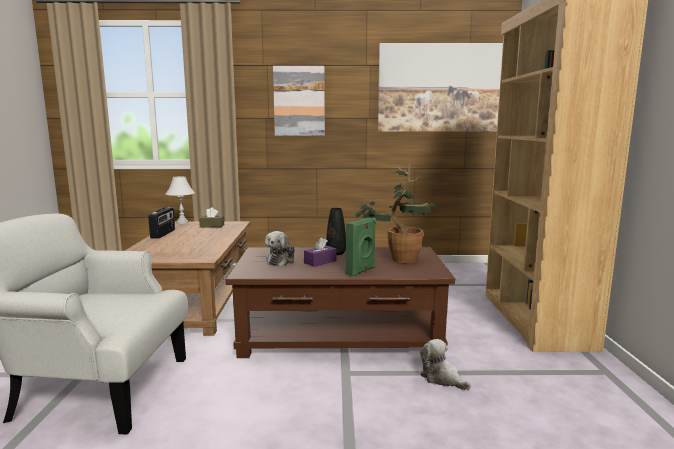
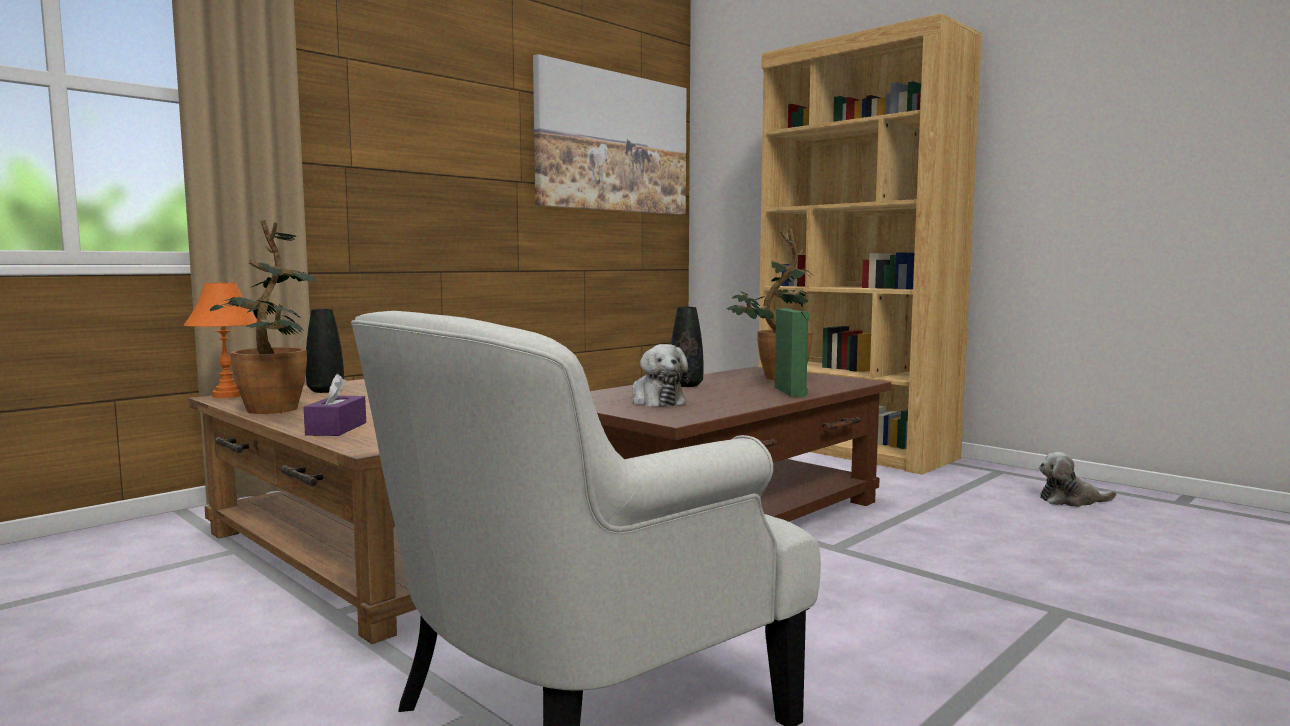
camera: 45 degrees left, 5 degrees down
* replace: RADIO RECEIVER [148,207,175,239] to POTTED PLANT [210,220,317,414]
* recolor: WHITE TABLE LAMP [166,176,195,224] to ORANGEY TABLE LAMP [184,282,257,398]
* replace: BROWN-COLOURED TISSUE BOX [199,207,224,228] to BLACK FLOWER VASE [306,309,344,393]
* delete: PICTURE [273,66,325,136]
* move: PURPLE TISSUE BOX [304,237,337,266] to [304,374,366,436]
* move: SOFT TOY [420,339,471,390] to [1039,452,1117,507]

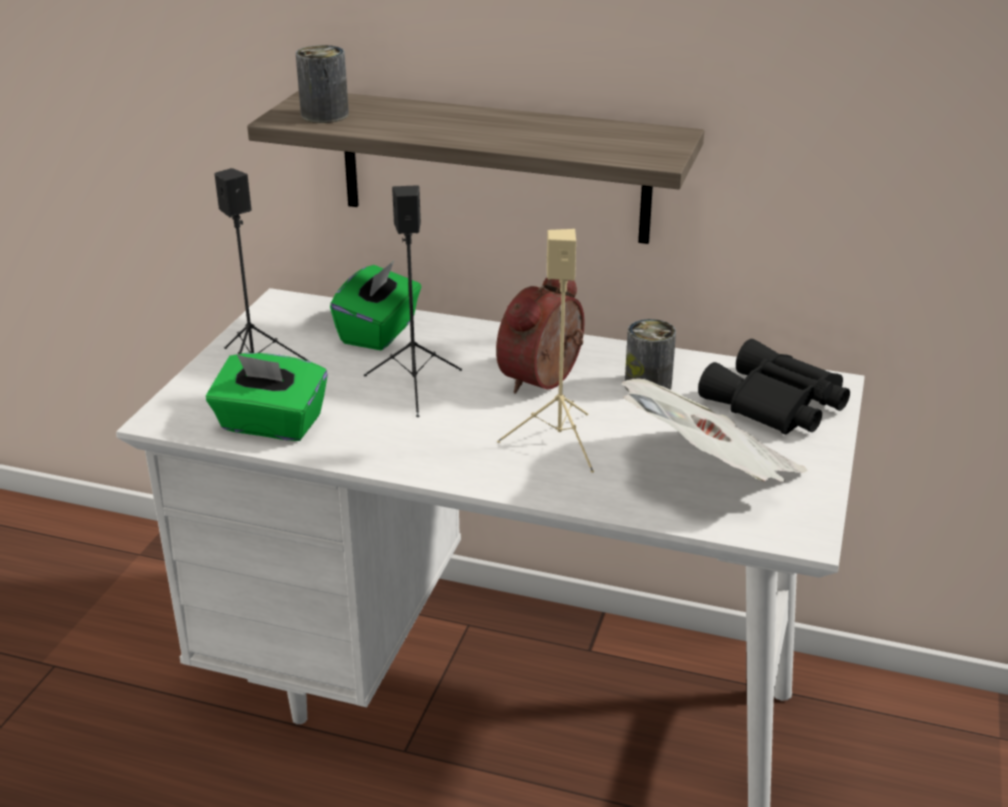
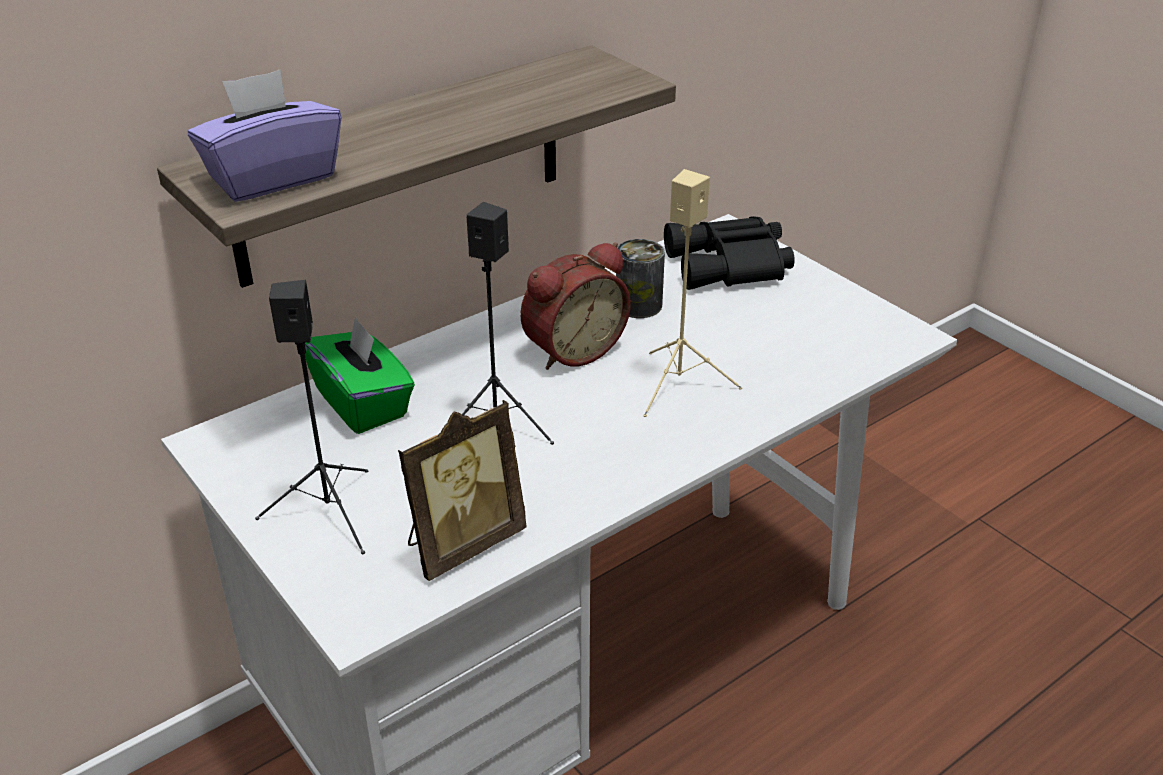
camera: 55 degrees left, 5 degrees up
* replace: GREEN TISSUE BOX [206,353,328,441] to STANDING FRAME [398,400,527,581]
* replace: METAL CAN [296,45,349,123] to PURPLE TISSUE BOX [188,70,341,202]
* rotate: TABLE CLOCK [496,278,585,394] = [520,242,631,370] 105 degrees counterclockwise
* delete: DAILY PAPER [622,378,807,482]

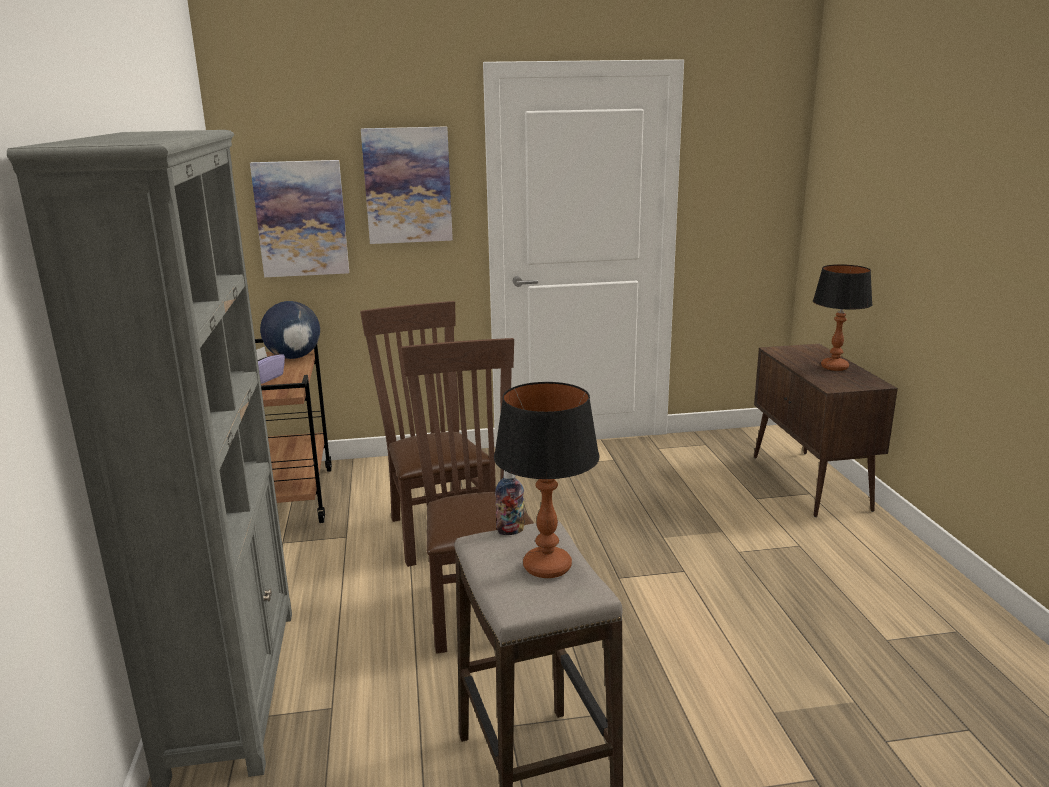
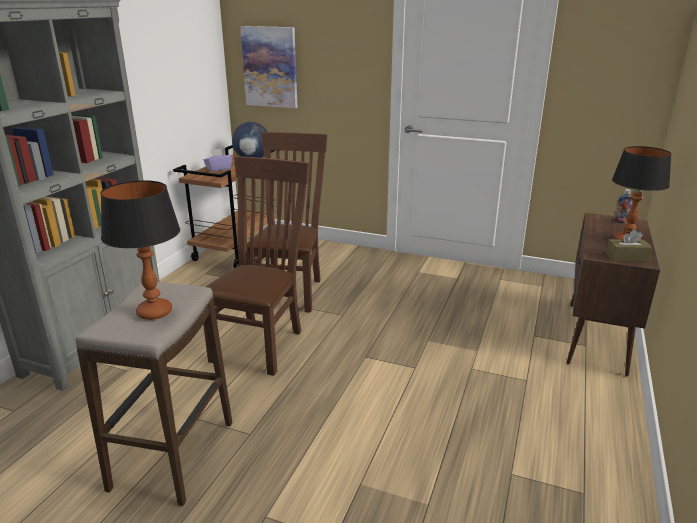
camera: 30 degrees right, 5 degrees up
* delete: PICTURE [361,126,453,244]
* move: BEVERAGE BOTTLE [495,471,525,535] to [614,189,633,224]
* insert: BROWN-COLOURED TISSUE BOX [606,230,652,262]

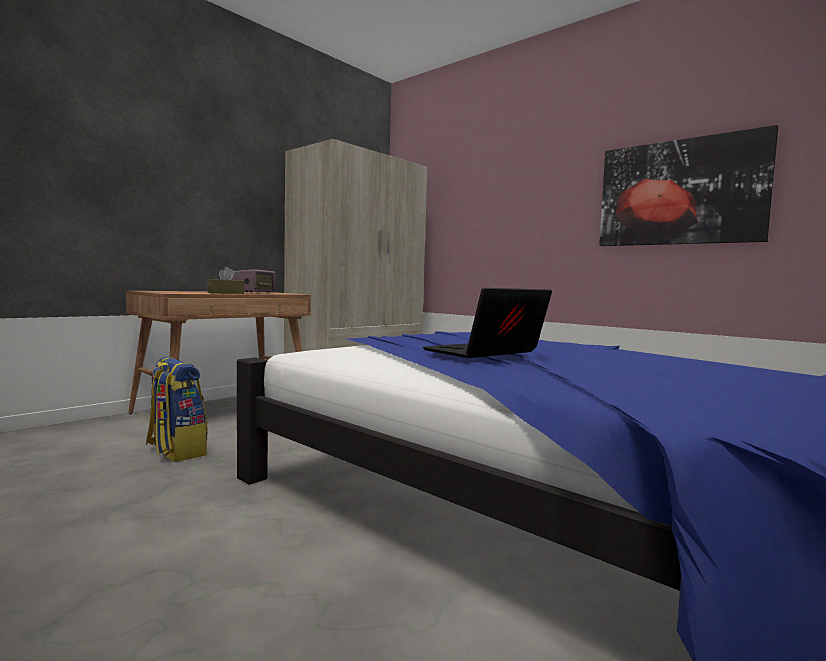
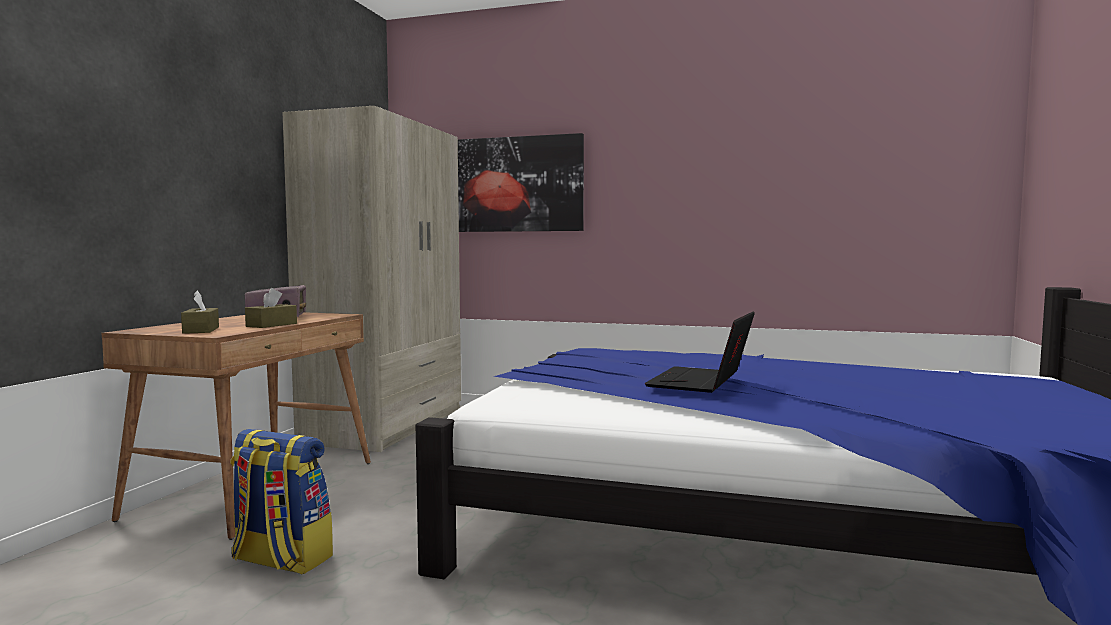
camera: 25 degrees left, 0 degrees up
* move: PICTURE [599,125,778,246] to [458,133,584,232]
* insert: BROWN-COLOURED TISSUE BOX [181,291,219,334]

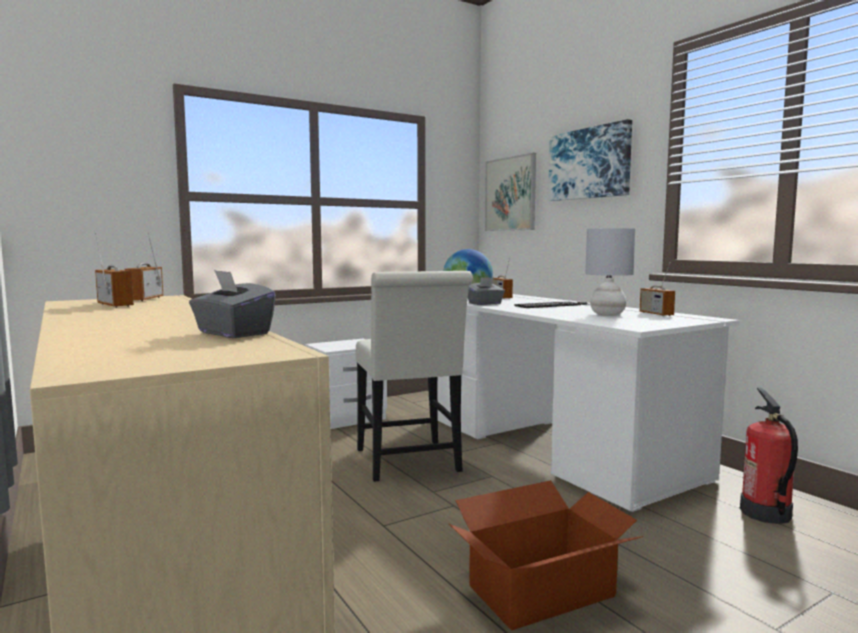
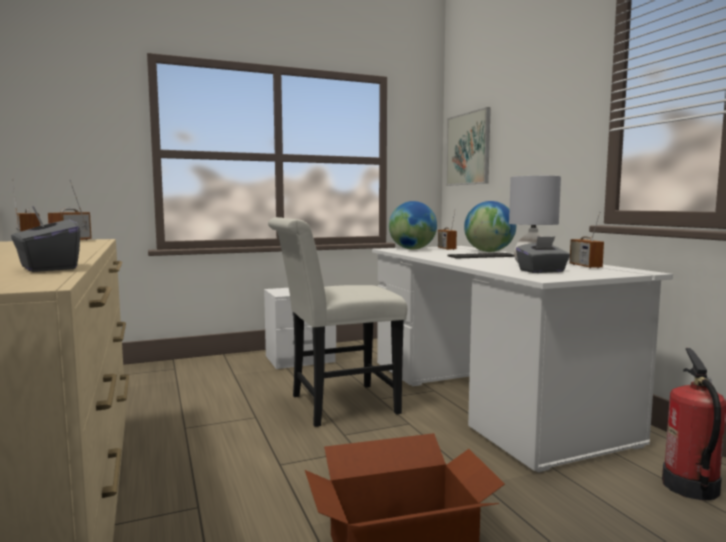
camera: 10 degrees right, 0 degrees up
* rotate: WHITE CHAIR [356,271,473,482] = [268,217,407,427] 75 degrees clockwise
* move: GRAY TISSUE BOX [468,277,505,305] to [516,236,570,273]
* delete: PICTURE [548,119,632,201]
* insert: GLOBE [464,201,516,252]

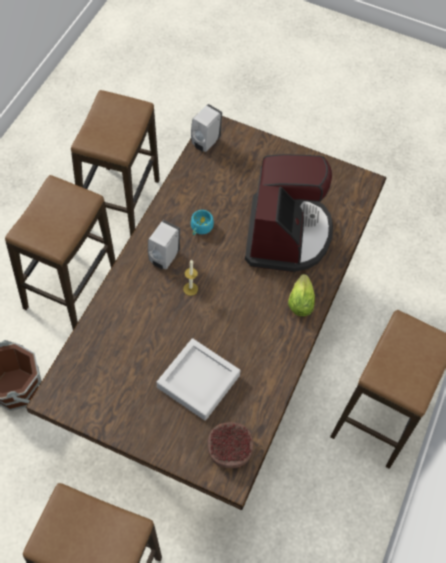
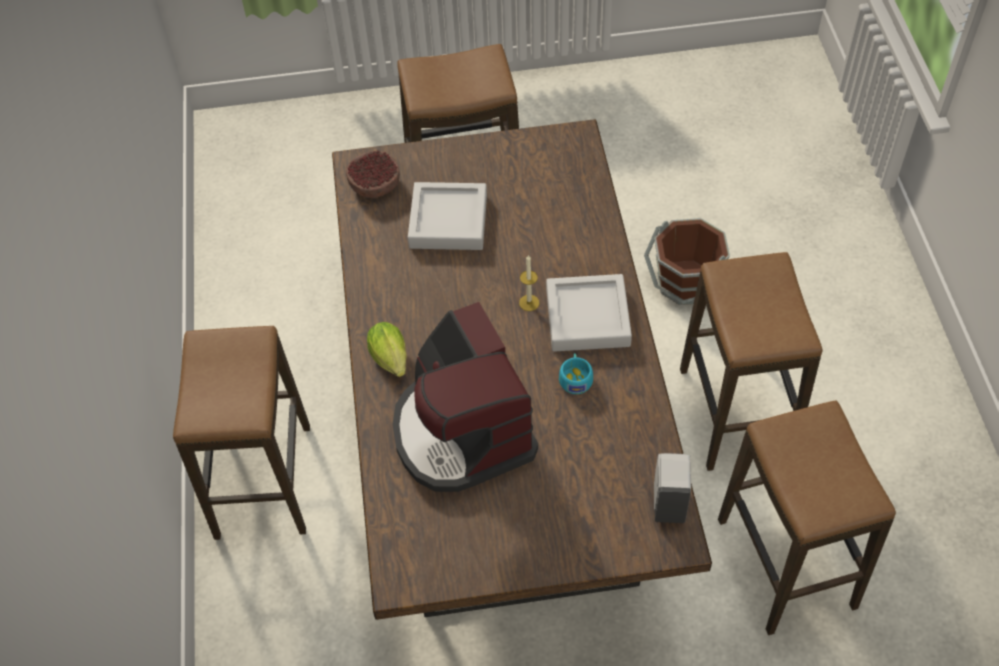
camera: 155 degrees right, 5 degrees down
* replace: WHITE SOAP BOTTLE [148,220,180,270] to GRAY SERVING TRAY [546,274,632,352]

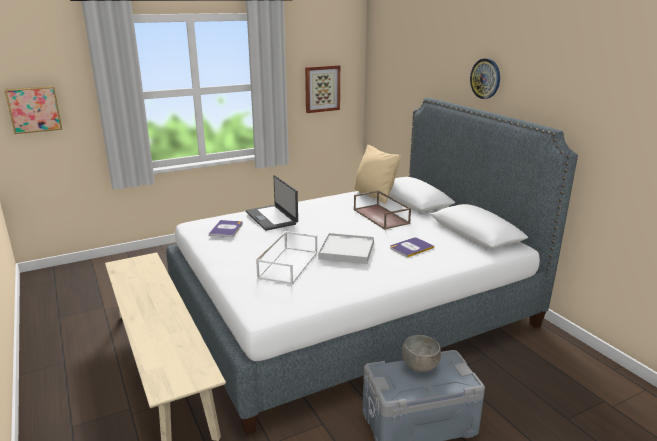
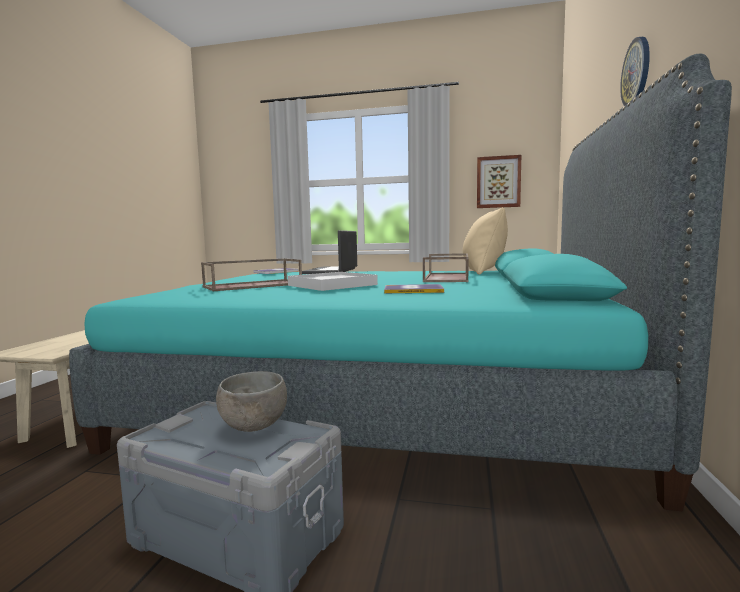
camera: 40 degrees right, 15 degrees down
* delete: PICTURE [4,86,62,134]
* recolor: WHITE BED [166,98,578,435] to TURQUOISE-COLOURED BED [69,54,732,511]
* recolor: WHITE SERVING TRAY [256,231,317,284] to BROWN-COLOURED SERVING TRAY [201,258,302,291]

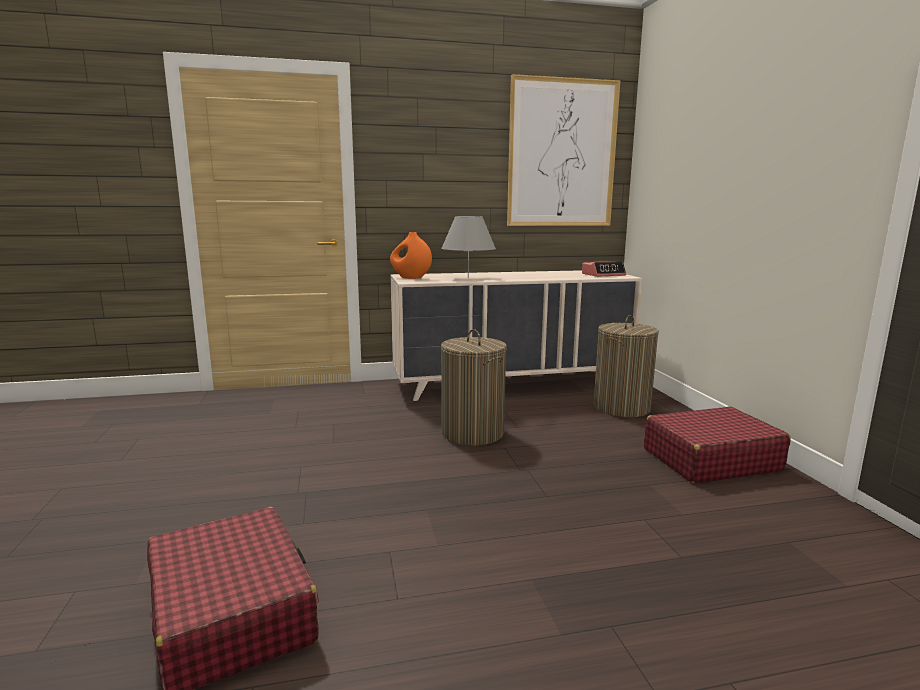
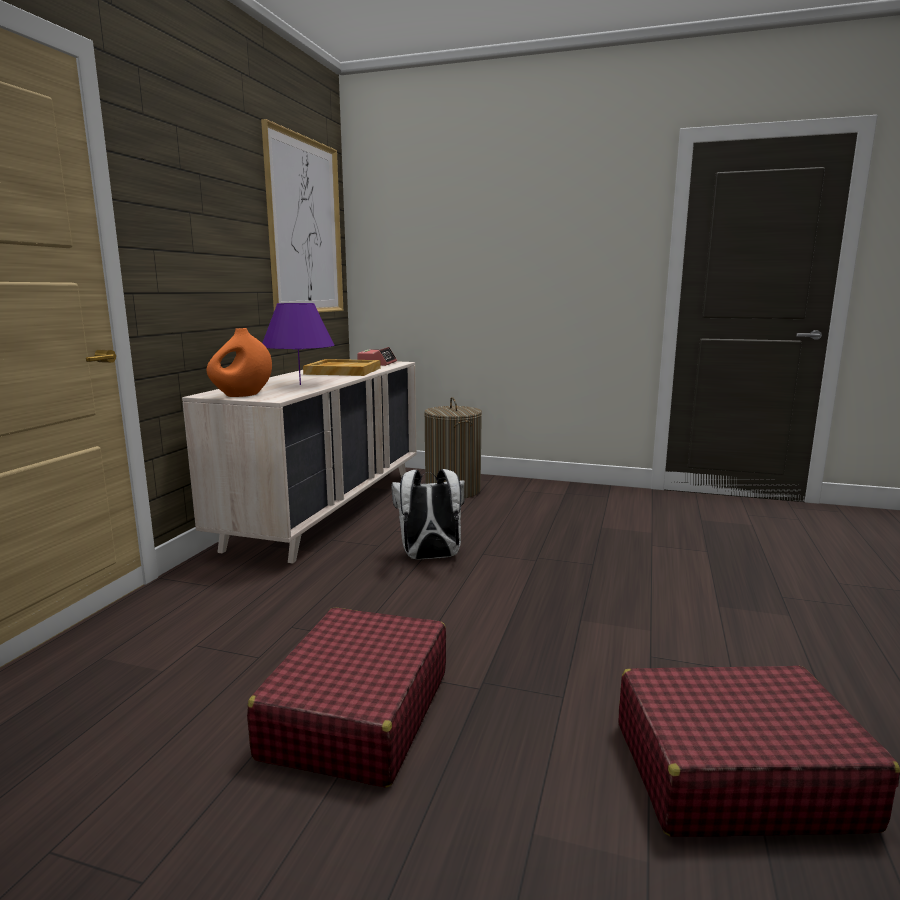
camera: 60 degrees left, 0 degrees up
* recolor: GRAY TABLE LAMP [441,216,496,278] to PURPLE TABLE LAMP [262,303,334,385]
* replace: WASHING BASKET [441,329,507,446] to WHITE RUCKSACK [391,469,465,560]
* move: RED SUITCASE [644,407,791,483] to [247,607,446,788]
* insert: SAND-COLOURED SERVING TRAY [303,359,381,376]

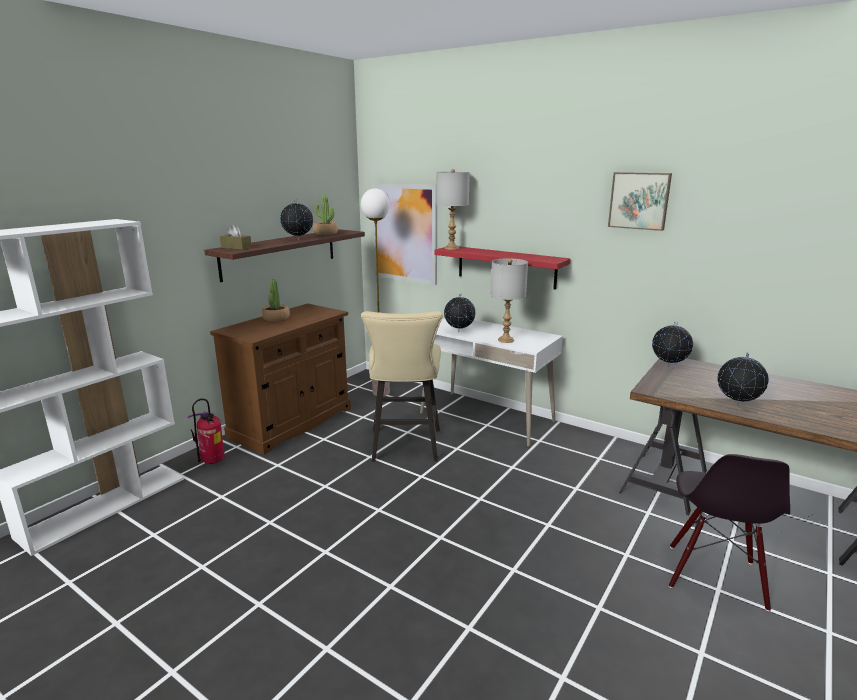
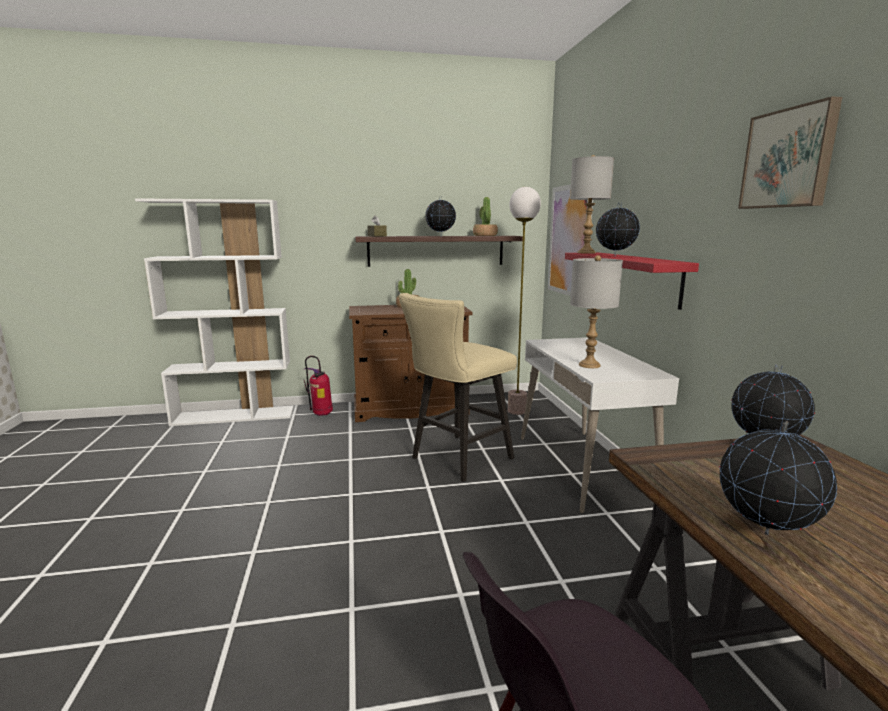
camera: 45 degrees right, 5 degrees down
* move: GLOBE [444,294,475,332] to [596,202,640,257]

